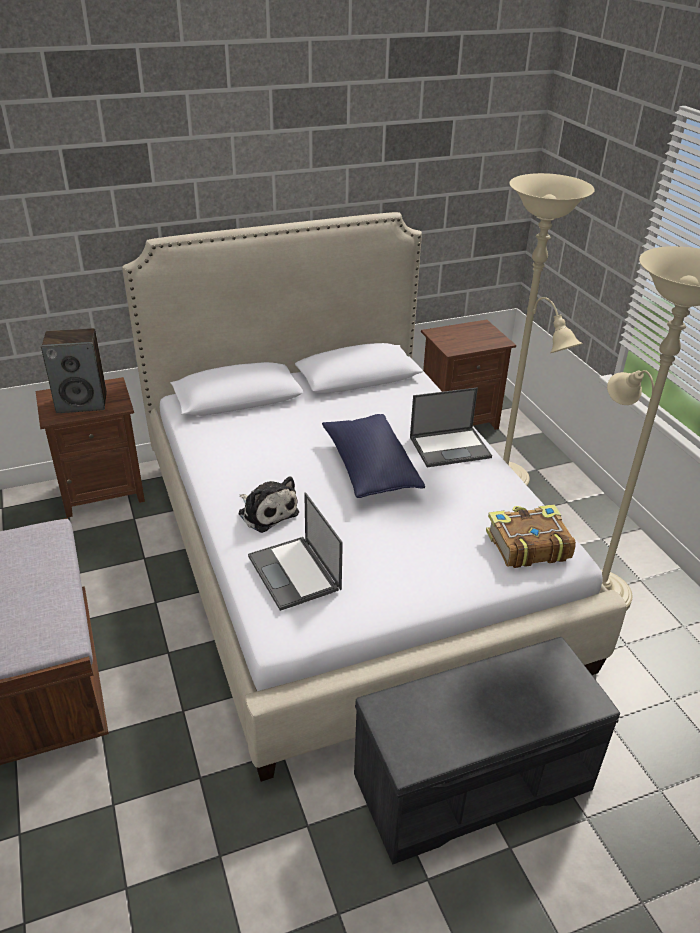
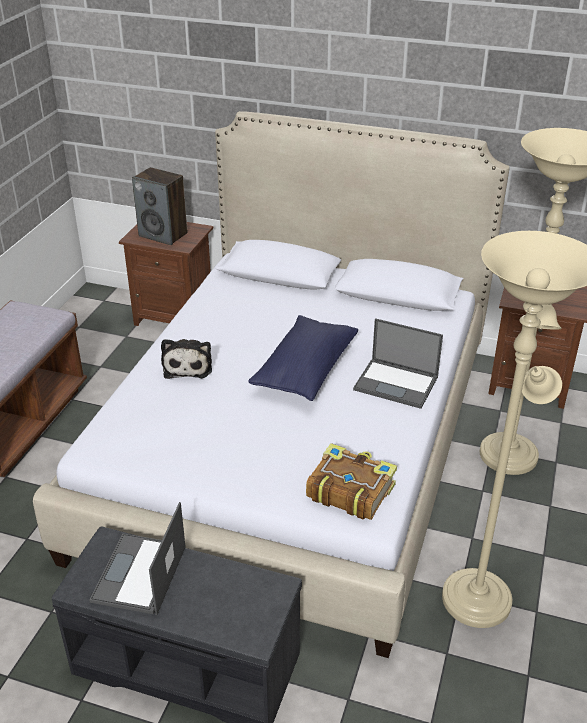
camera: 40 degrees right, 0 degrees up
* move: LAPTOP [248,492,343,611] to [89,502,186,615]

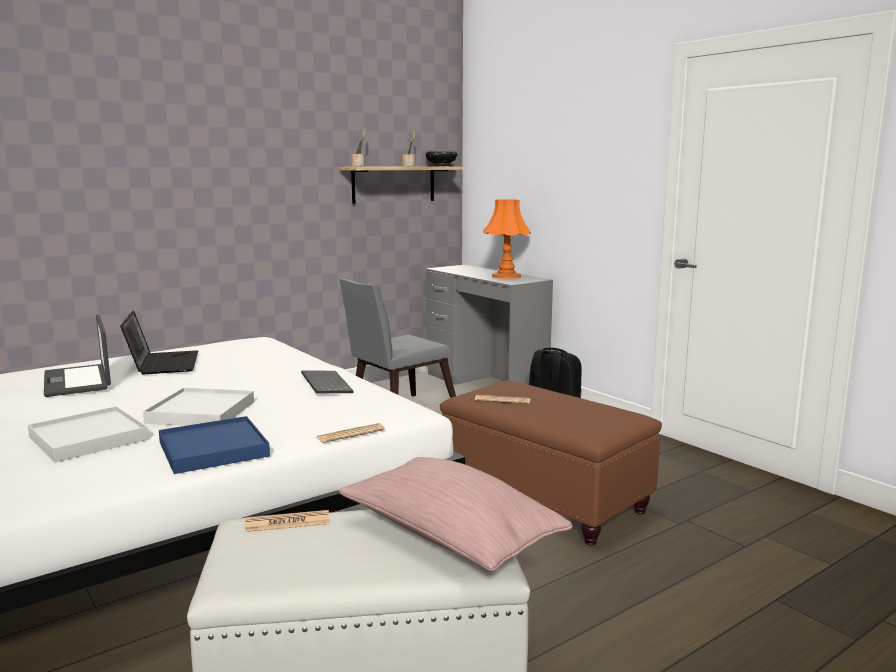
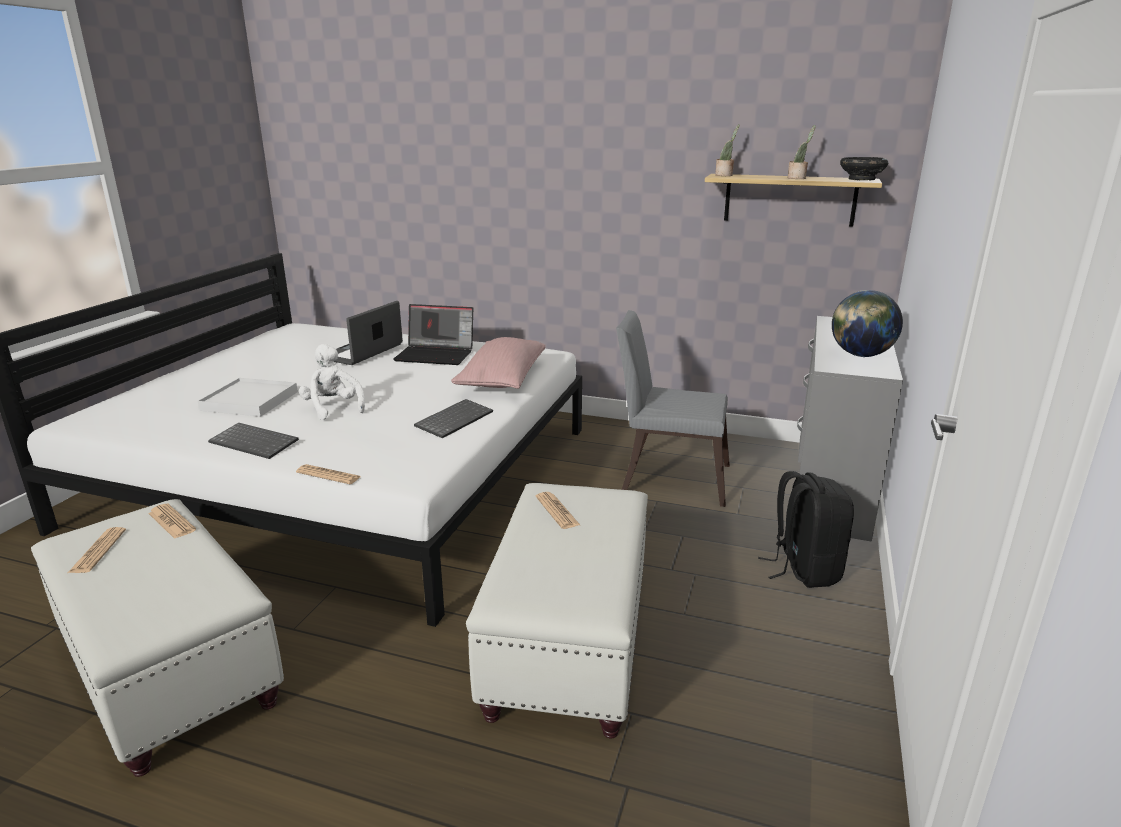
camera: 55 degrees right, 10 degrees up
* rotate: LAPTOP [120,310,198,374] = [393,304,473,365] 60 degrees clockwise
* replace: WHITE SERVING TRAY [143,388,254,426] to WHITE SOFT TOY [299,344,365,420]
* replace: BLUISH SERVING TRAY [159,416,270,474] to KEYBOARD [208,423,299,459]
* move: PINK-COLOURED THROW PILLOW [339,457,573,571] to [451,337,546,389]
* recolor: BROWN-COLOURED OTTOMAN [440,381,662,545] to WHITE OTTOMAN [466,483,648,738]
* replace: ORANGEY TABLE LAMP [483,199,531,279] to GLOBE [832,290,903,357]
* insert: DAILY PAPER [68,527,126,573]

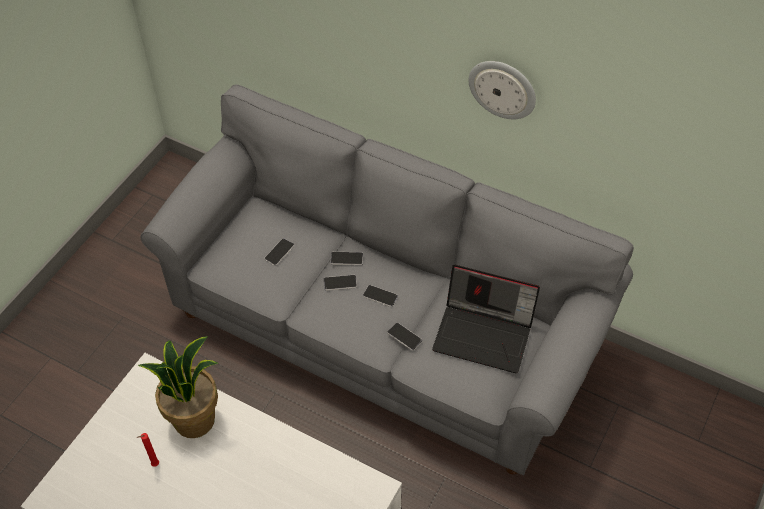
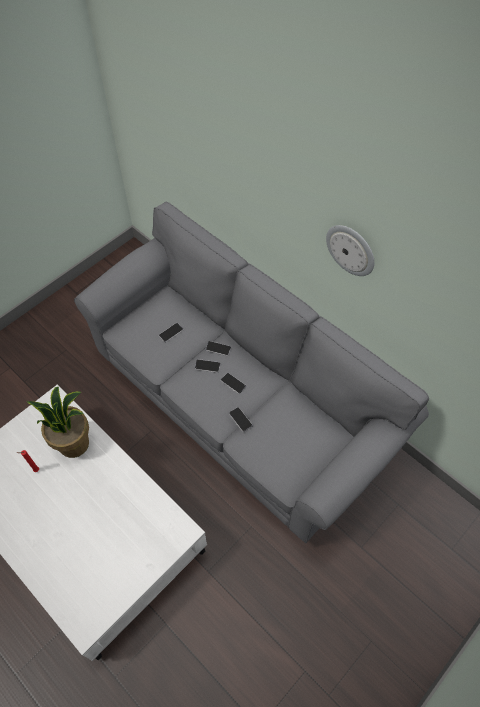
camera: 15 degrees right, 5 degrees up
* delete: LAPTOP [432,265,540,373]

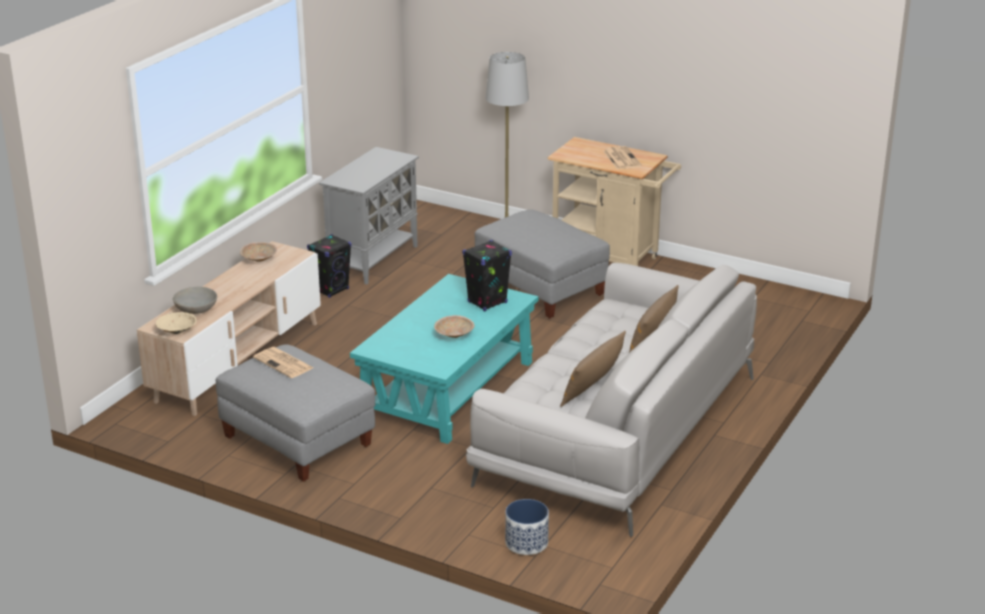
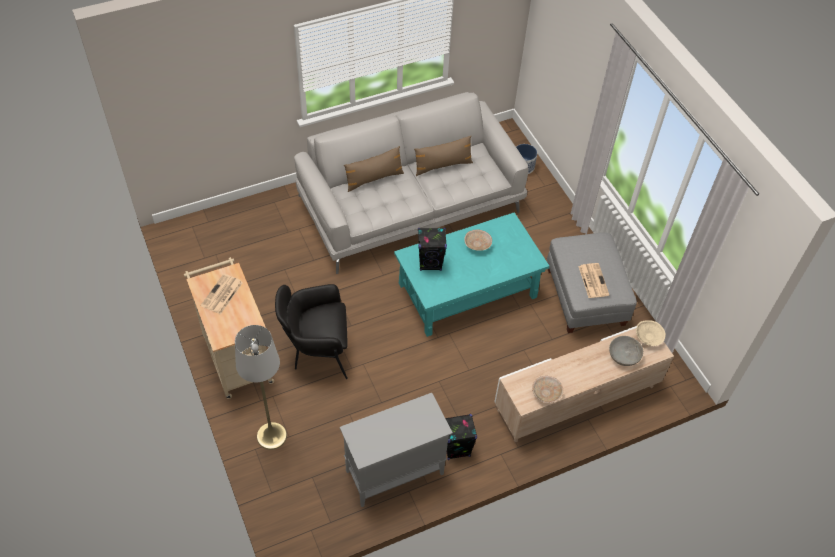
camera: 145 degrees left, 25 degrees up
* replace: GRAY OTTOMAN [475,209,610,319] to BLACK ARMCHAIR [275,284,348,379]

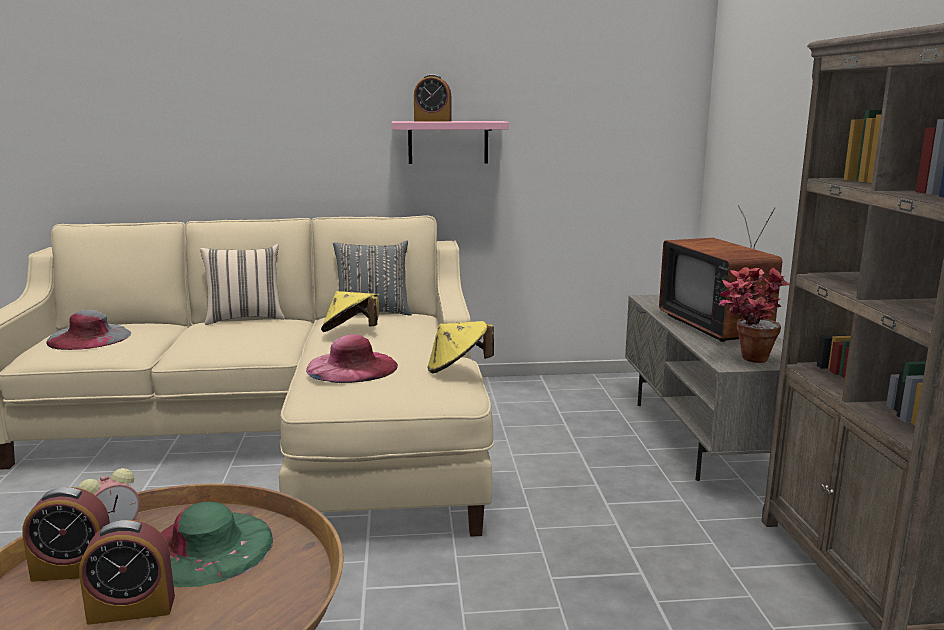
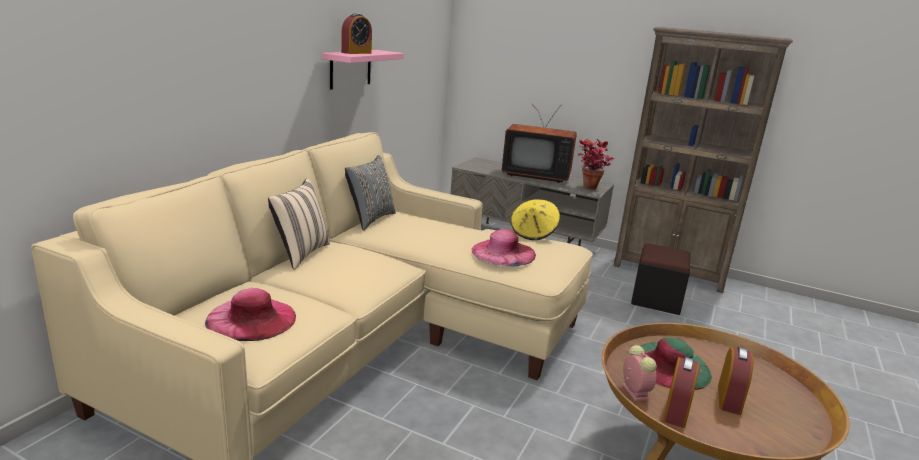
camera: 60 degrees left, 5 degrees up
* recolor: GRAY WEARABLE HAT [46,310,131,350] to PINK-COLOURED WEARABLE HAT [205,288,296,341]
* delete: YELLOWISH WEARABLE HAT [321,291,379,332]
* insert: BLACK OTTOMAN [631,243,690,315]

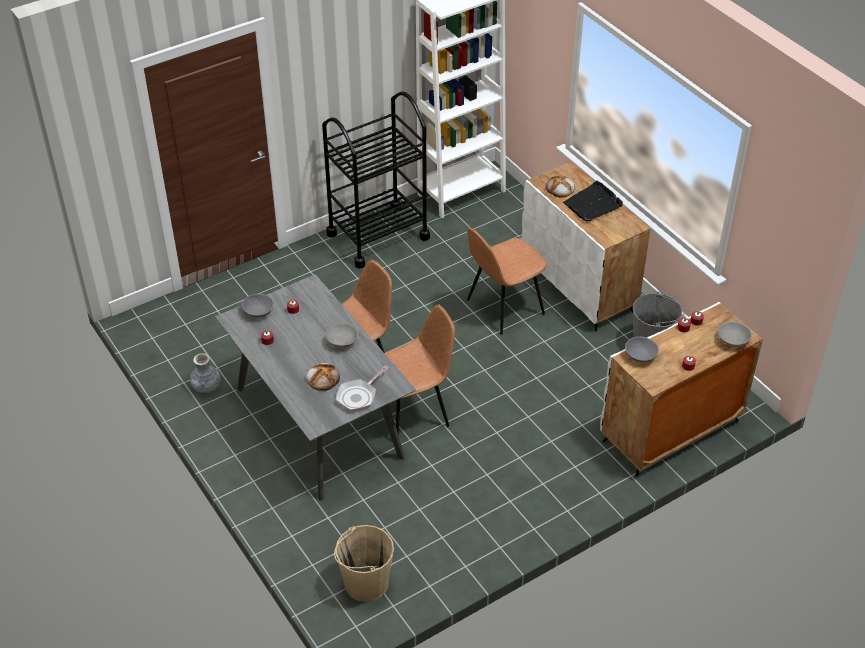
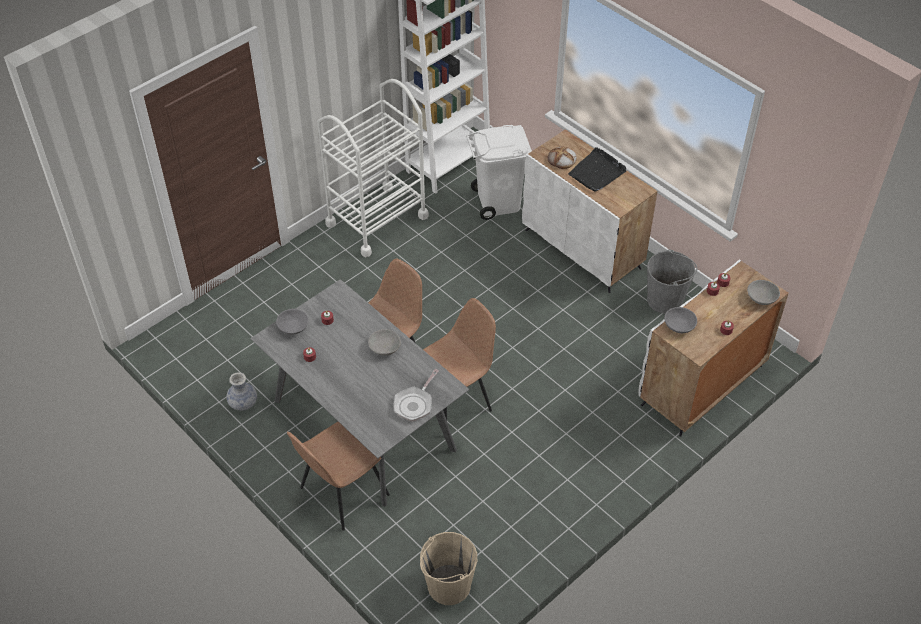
camera: 10 degrees left, 5 degrees up
* delete: BAKERY BREAD [306,363,340,391]
* recolor: BLACK TROLLEY [322,92,430,269] to WHITE TROLLEY [317,79,429,257]
* move: BROWN-COLOURED CHAIR [467,227,547,335] to [287,422,390,531]
* insert: WHITE TRASH CAN [466,125,532,220]

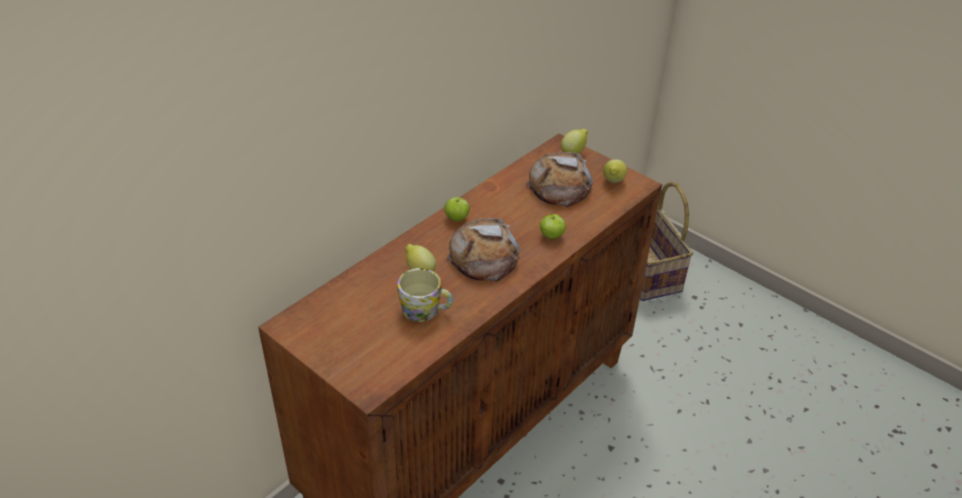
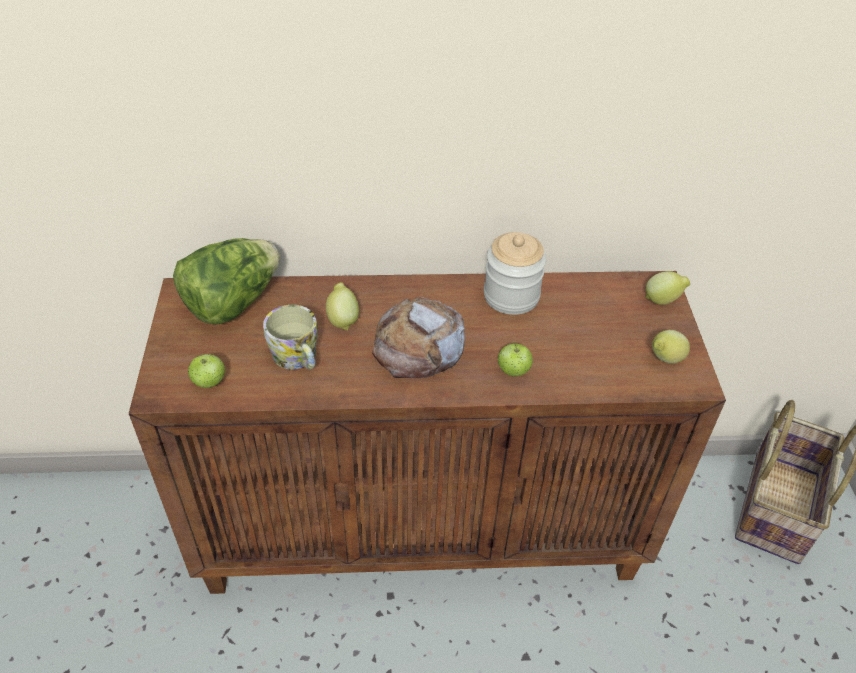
camera: 45 degrees right, 5 degrees up
* move: APPLE [444,197,470,222] to [188,354,225,388]
* delete: BAKERY BREAD [526,151,593,207]
* insert: HEAD OF LETTUCE [173,238,280,325]
* insert: STORAGE JAR [484,232,546,315]

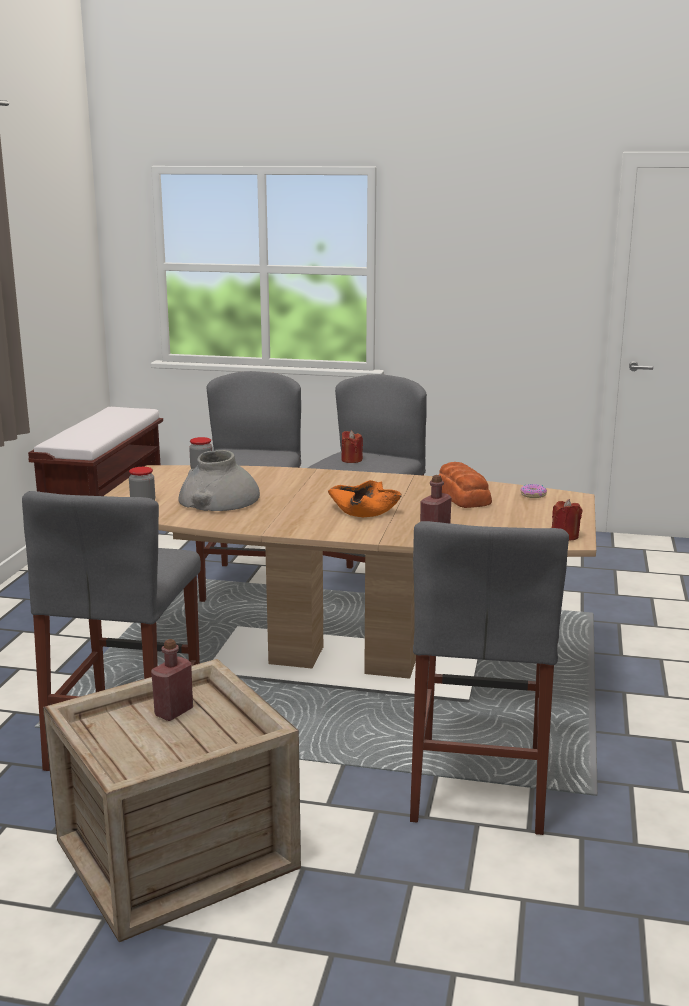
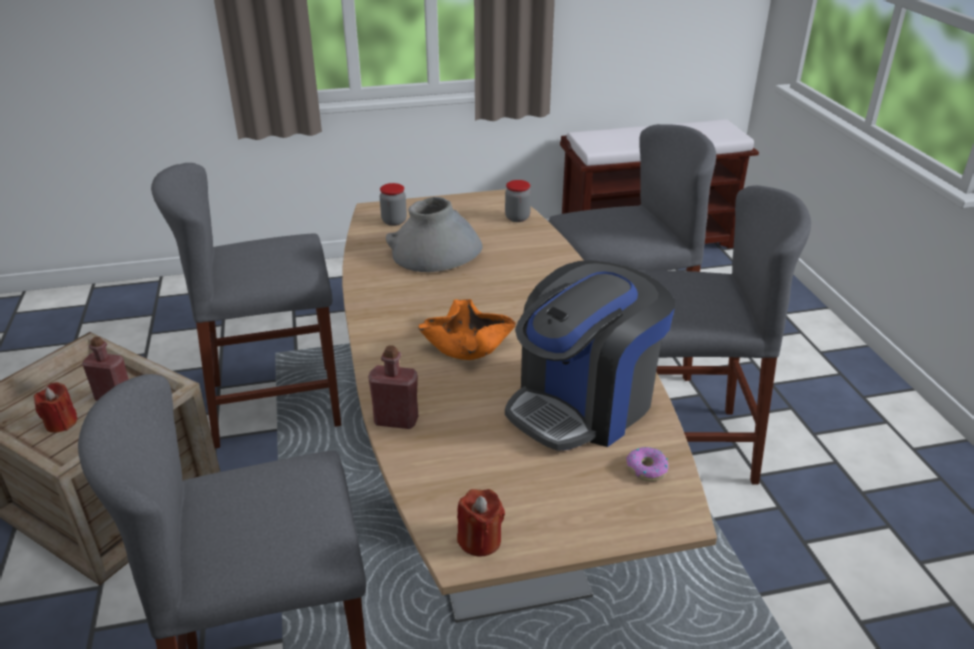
camera: 65 degrees right, 15 degrees up
* move: RED WAX CANDLE [341,431,363,463] to [34,382,77,433]
* replace: BAKERY BREAD [439,462,492,508] to COFFEE MAKER [505,260,675,451]

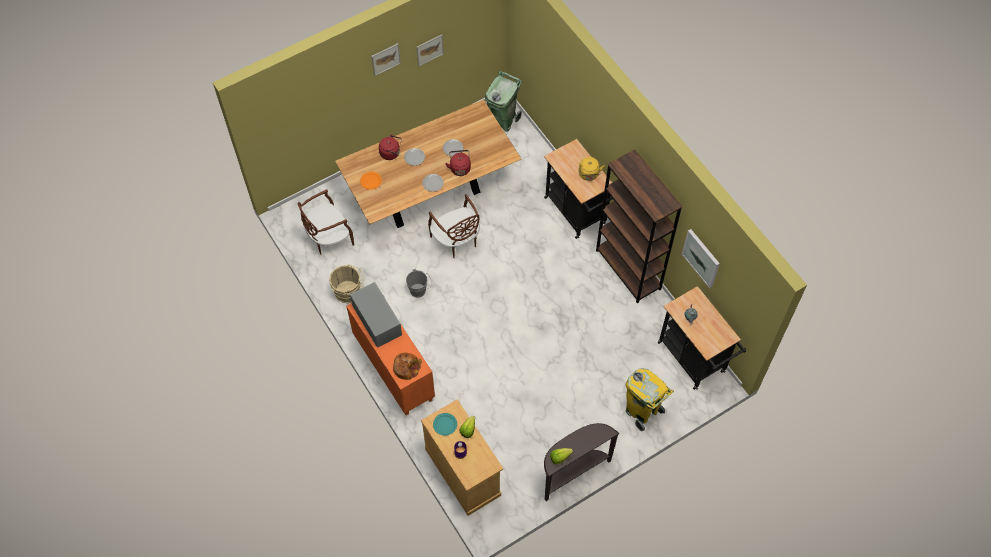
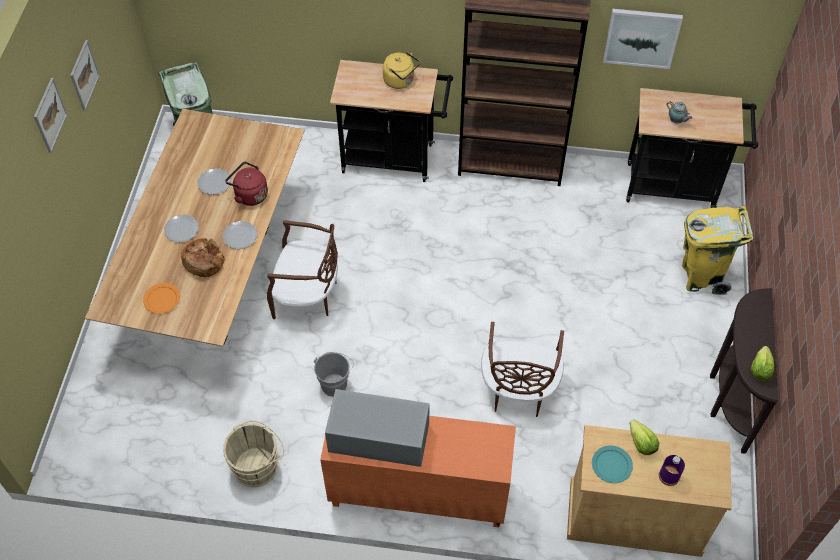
camera: 50 degrees left, 5 degrees down
* move: BROWN-COLOURED CHAIR [298,189,354,255] to [481,322,564,417]
* delete: RED WATER KETTLE [379,134,402,160]
* move: BAKERY BREAD [393,352,422,380] to [181,238,225,278]

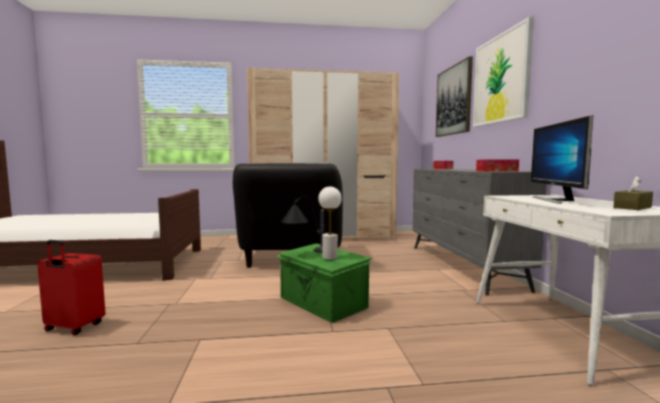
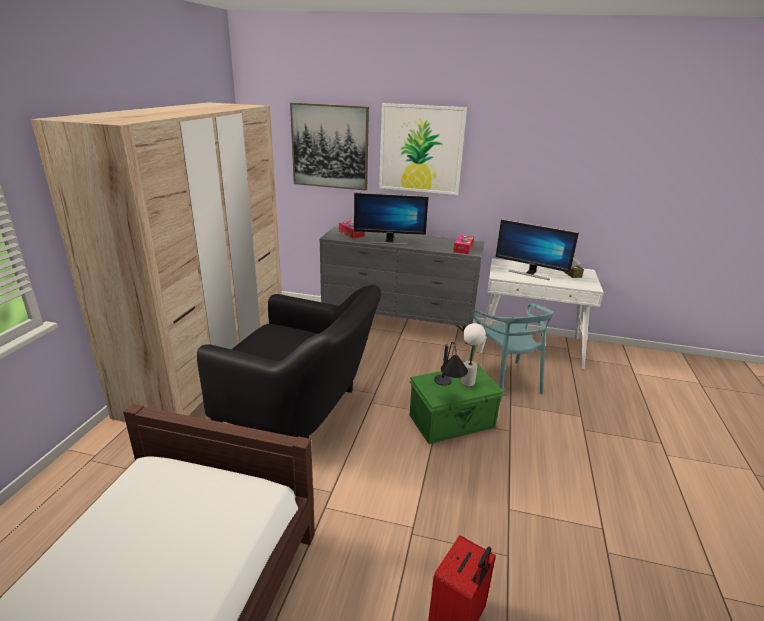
camera: 70 degrees left, 20 degrees up
* insert: COMPUTER DISPLAY [354,193,429,245]
* insert: TURQUOISE-COLOURED CHAIR [469,303,554,402]

